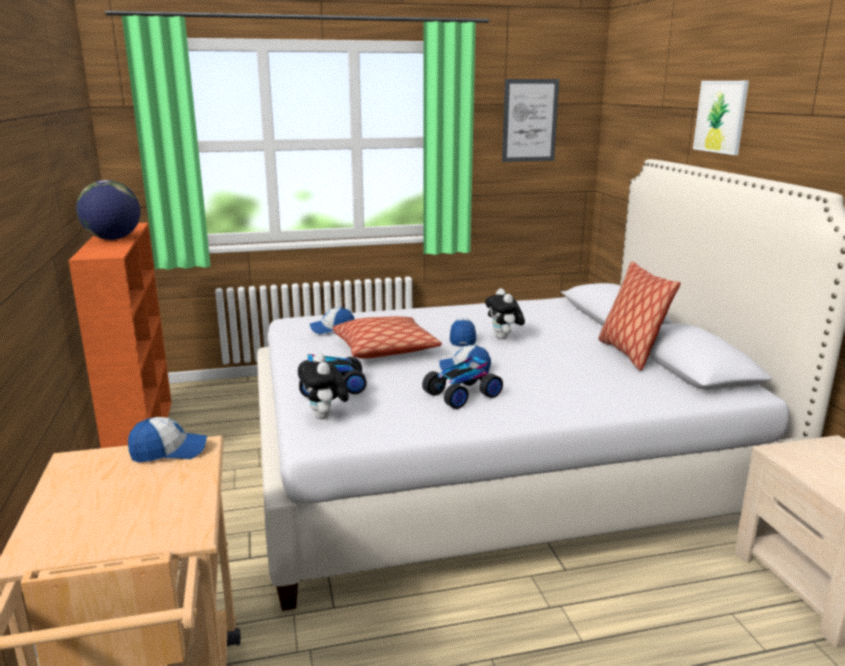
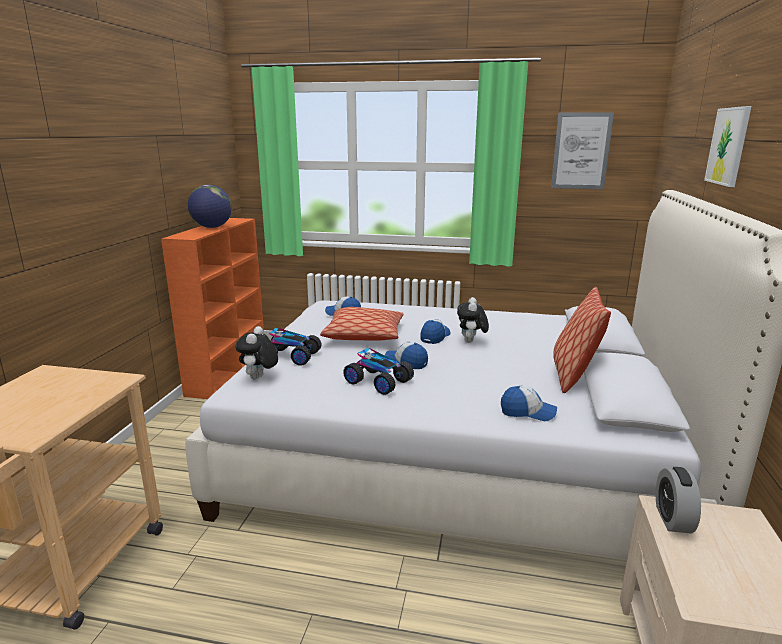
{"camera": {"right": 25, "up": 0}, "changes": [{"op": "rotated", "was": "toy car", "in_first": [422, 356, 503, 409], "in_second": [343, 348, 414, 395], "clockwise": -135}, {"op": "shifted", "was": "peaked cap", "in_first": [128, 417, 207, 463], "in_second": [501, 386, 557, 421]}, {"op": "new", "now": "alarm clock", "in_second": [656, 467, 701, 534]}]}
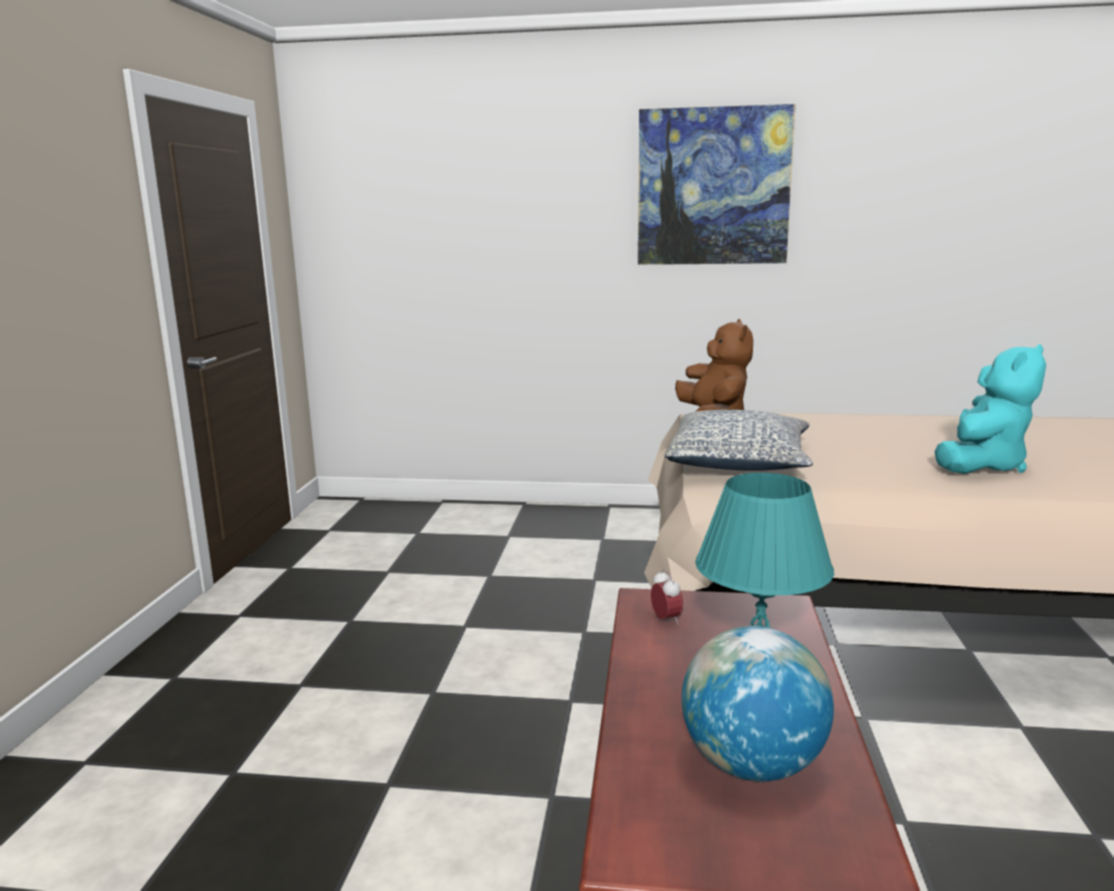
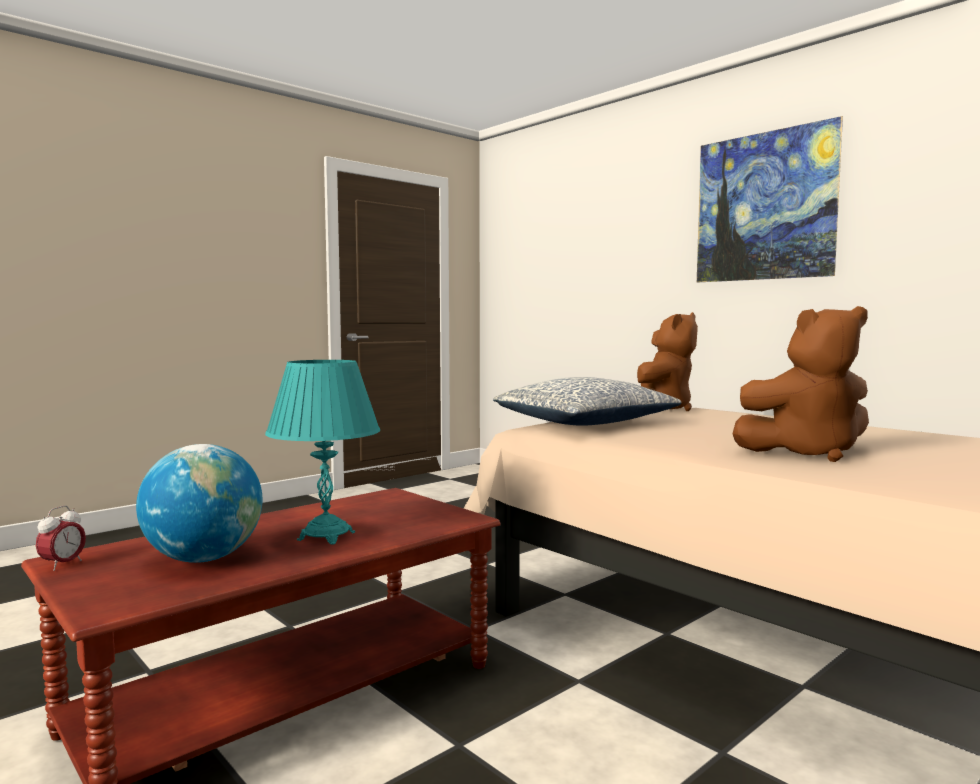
{"camera": {"right": 40, "up": -10}, "changes": [{"op": "shifted", "was": "alarm clock", "in_first": [651, 569, 683, 625], "in_second": [36, 506, 86, 571]}, {"op": "repainted", "was": "soft toy (turquoise)", "now": "soft toy (brown-coloured)", "in_first": [935, 344, 1046, 474], "in_second": [732, 306, 869, 462]}]}
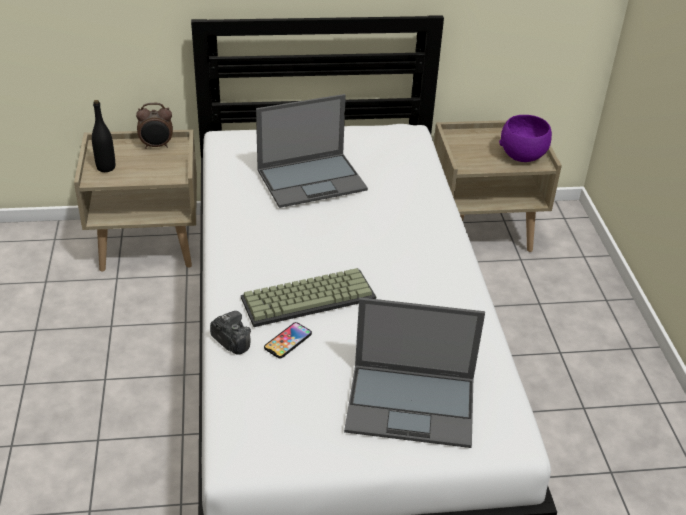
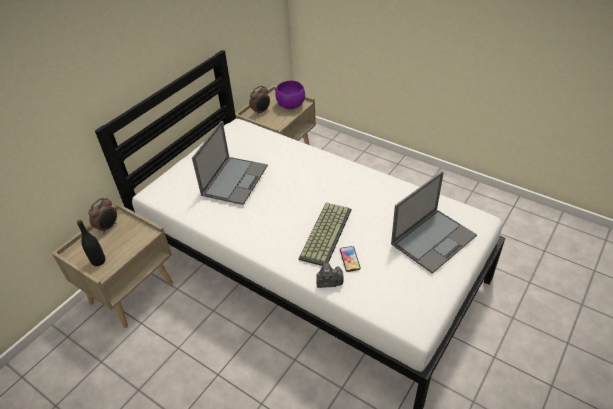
{"camera": {"right": -45, "up": 5}, "changes": [{"op": "new", "now": "alarm clock", "in_second": [249, 85, 270, 115]}]}
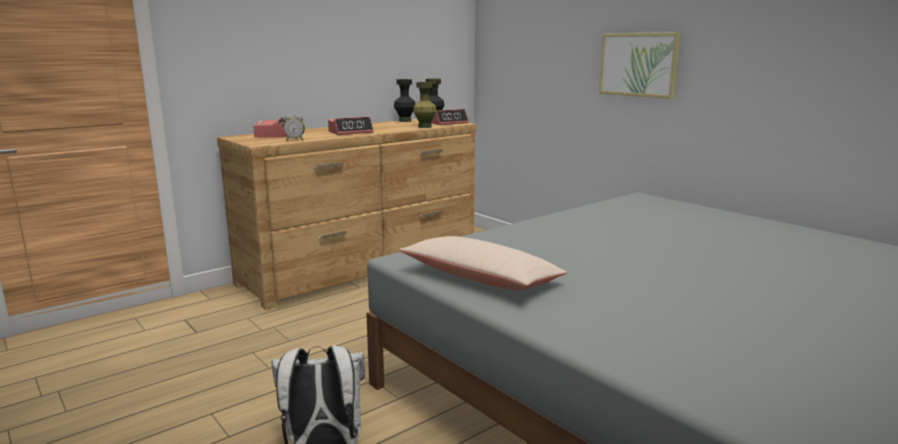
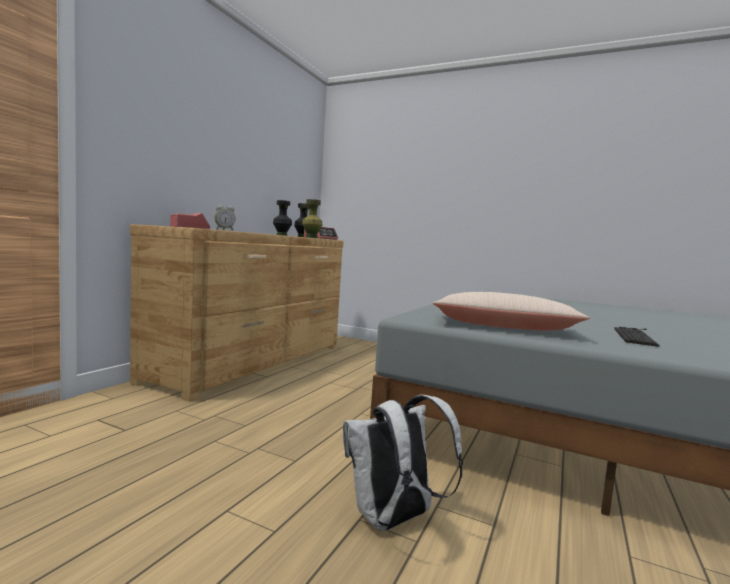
{"camera": {"right": -25, "up": -10}, "changes": [{"op": "new", "now": "computer keyboard", "in_second": [615, 327, 659, 347]}, {"op": "gone", "was": "alarm clock", "in_first": [328, 117, 374, 135]}, {"op": "gone", "was": "wall picture", "in_first": [599, 32, 681, 99]}]}
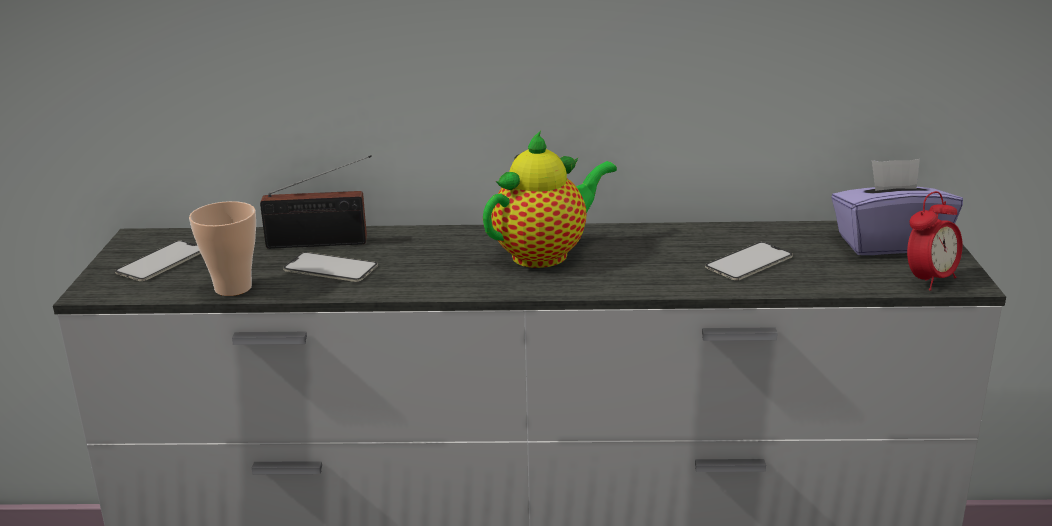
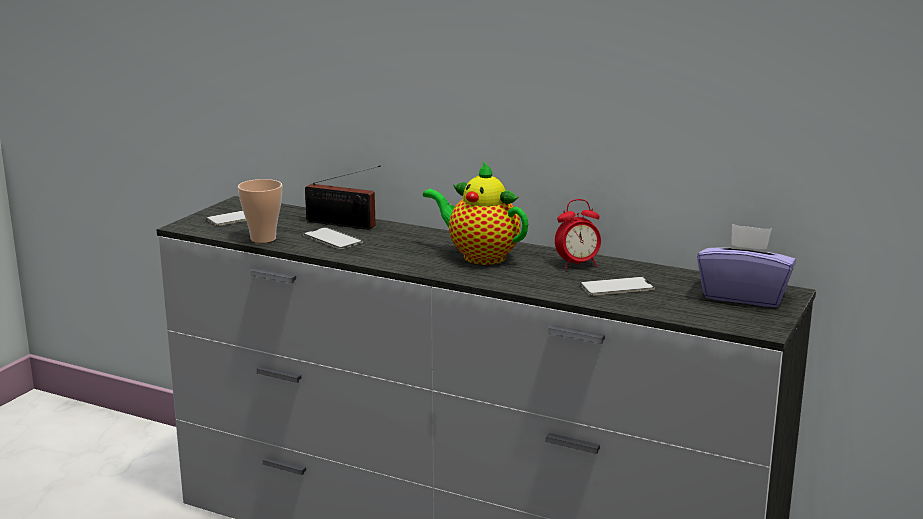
{"camera": {"right": 25, "up": -5}, "changes": [{"op": "rotated", "was": "teapot", "in_first": [483, 130, 617, 268], "in_second": [423, 161, 528, 265], "clockwise": -135}, {"op": "shifted", "was": "alarm clock", "in_first": [907, 191, 963, 291], "in_second": [555, 199, 601, 269]}]}
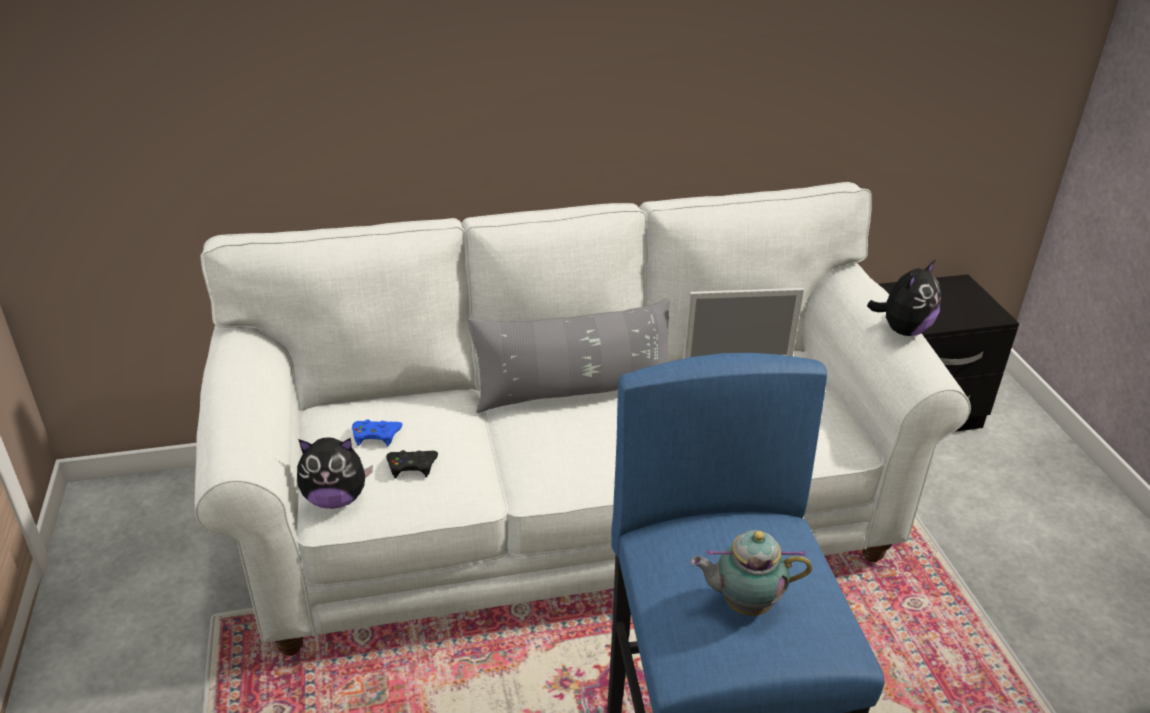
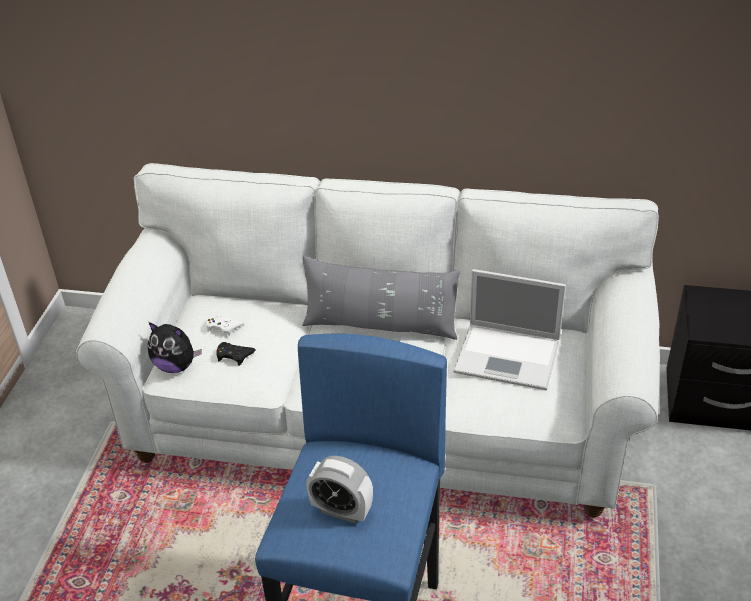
{"camera": {"right": 25, "up": 5}, "changes": [{"op": "repainted", "was": "game controller (bluish)", "now": "game controller (white)", "in_first": [352, 419, 402, 446], "in_second": [206, 313, 244, 337]}, {"op": "swapped", "was": "teapot", "now": "alarm clock", "in_first": [691, 530, 812, 616], "in_second": [306, 456, 373, 523]}, {"op": "gone", "was": "soft toy", "in_first": [867, 259, 941, 336]}]}
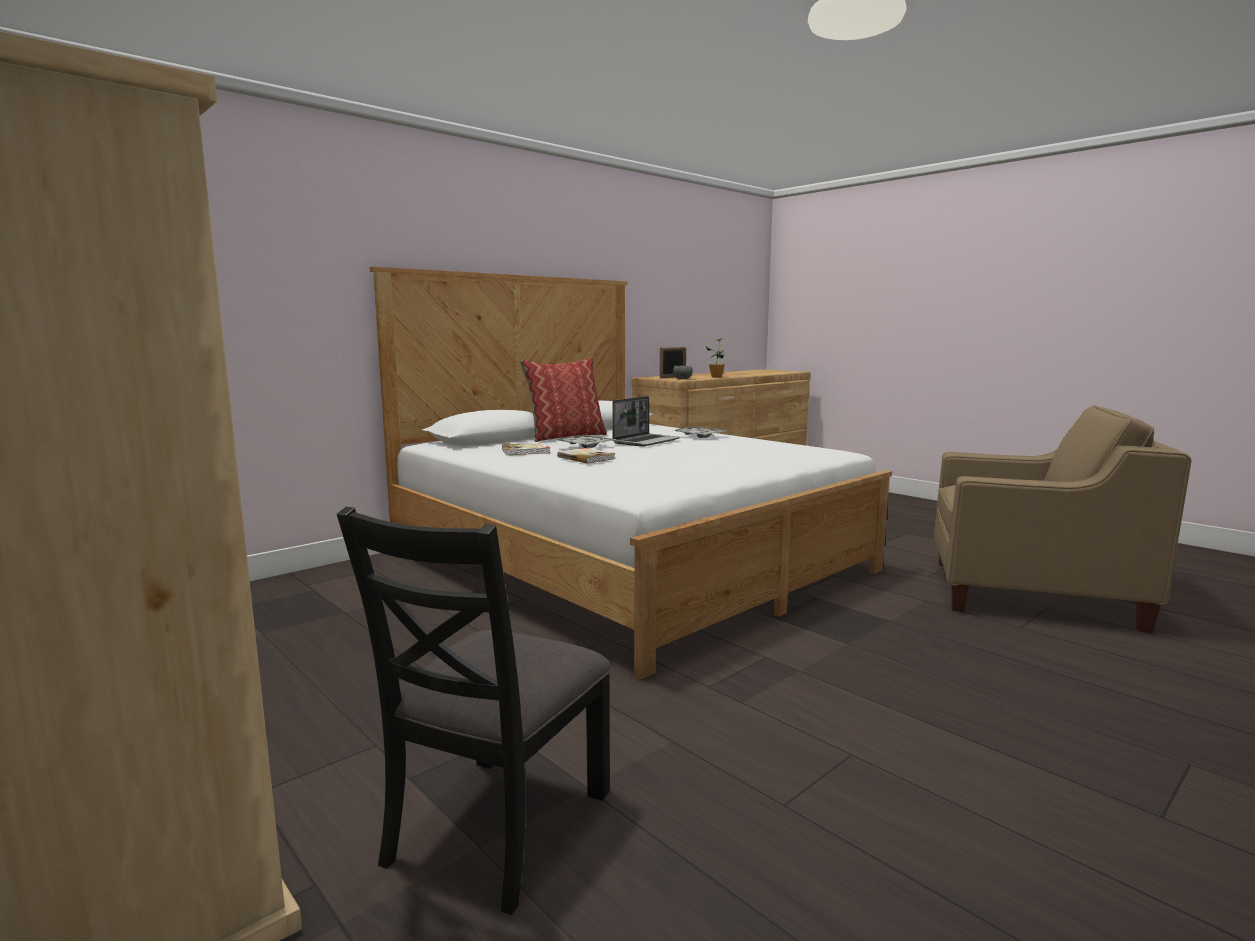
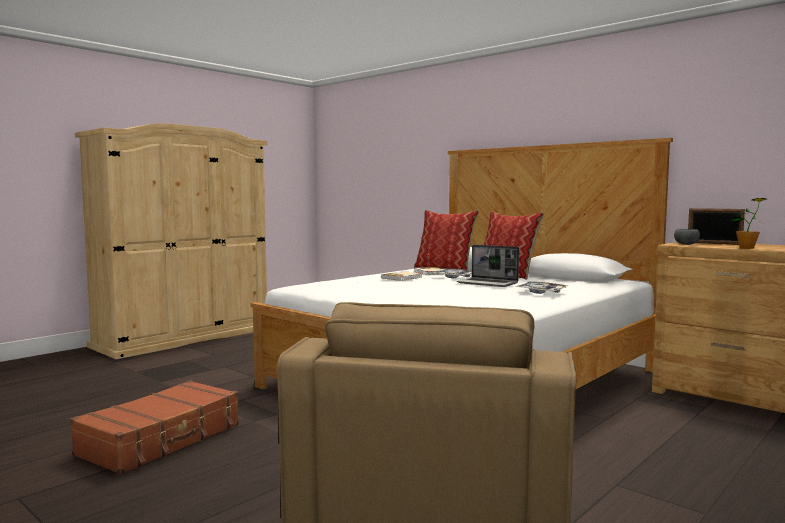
{"camera": {"right": 85, "up": -5}, "changes": [{"op": "new", "now": "travel case (brown-coloured)", "in_second": [70, 380, 239, 475]}, {"op": "new", "now": "cushion", "in_second": [414, 210, 479, 270]}, {"op": "gone", "was": "upright chair (black-coloured)", "in_first": [337, 507, 612, 915]}]}
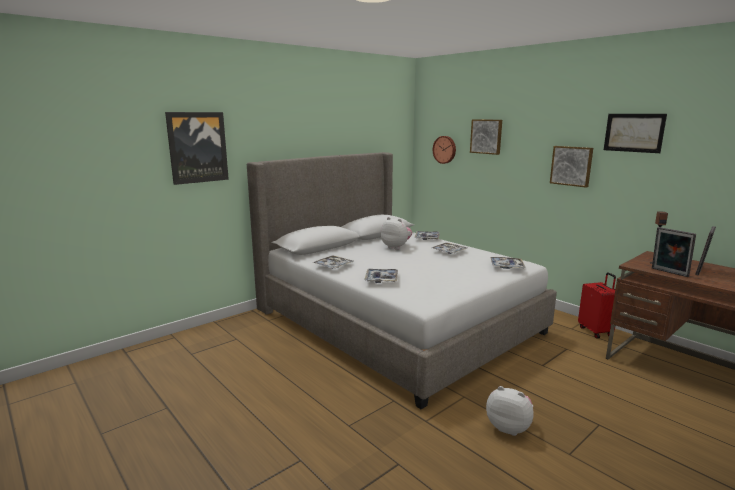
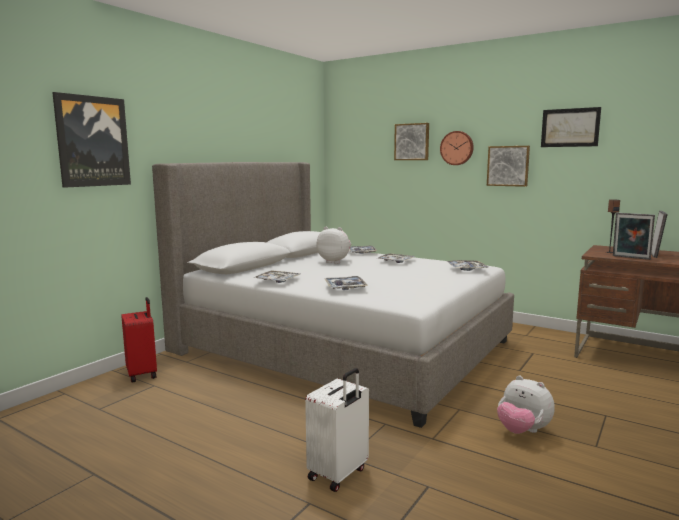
{"camera": {"right": -15, "up": -5}, "changes": [{"op": "shifted", "was": "travel case (reddish)", "in_first": [578, 272, 616, 338], "in_second": [121, 297, 157, 383]}, {"op": "new", "now": "travel case (white)", "in_second": [305, 368, 369, 492]}, {"op": "shifted", "was": "wall clock", "in_first": [433, 136, 456, 164], "in_second": [440, 131, 474, 165]}, {"op": "rotated", "was": "soft toy", "in_first": [486, 386, 534, 436], "in_second": [497, 375, 555, 434], "clockwise": -150}]}
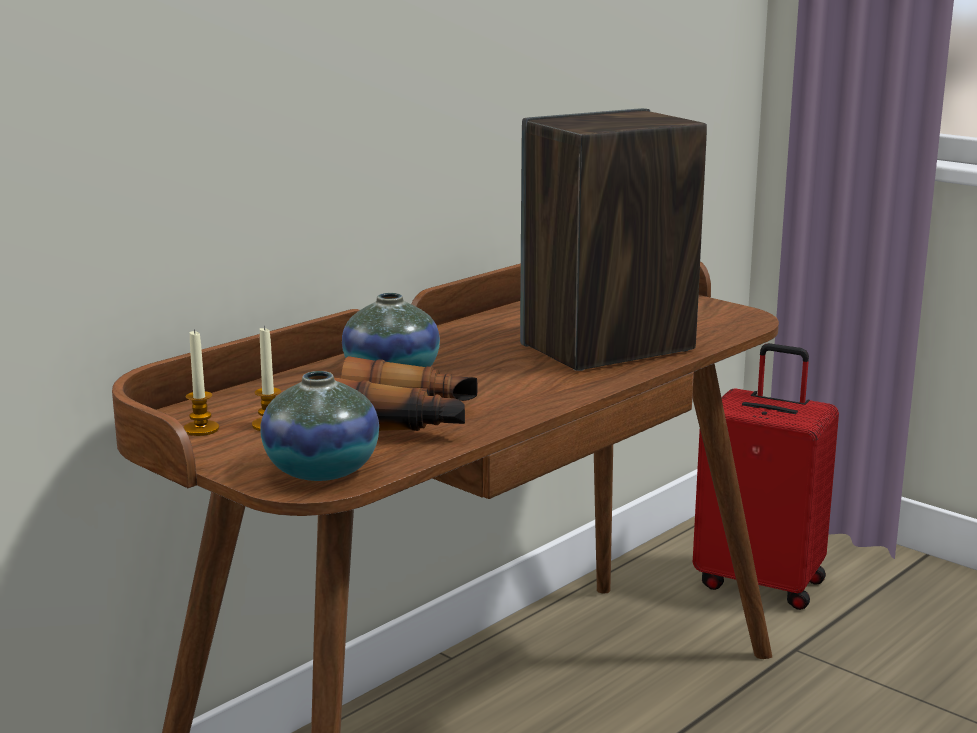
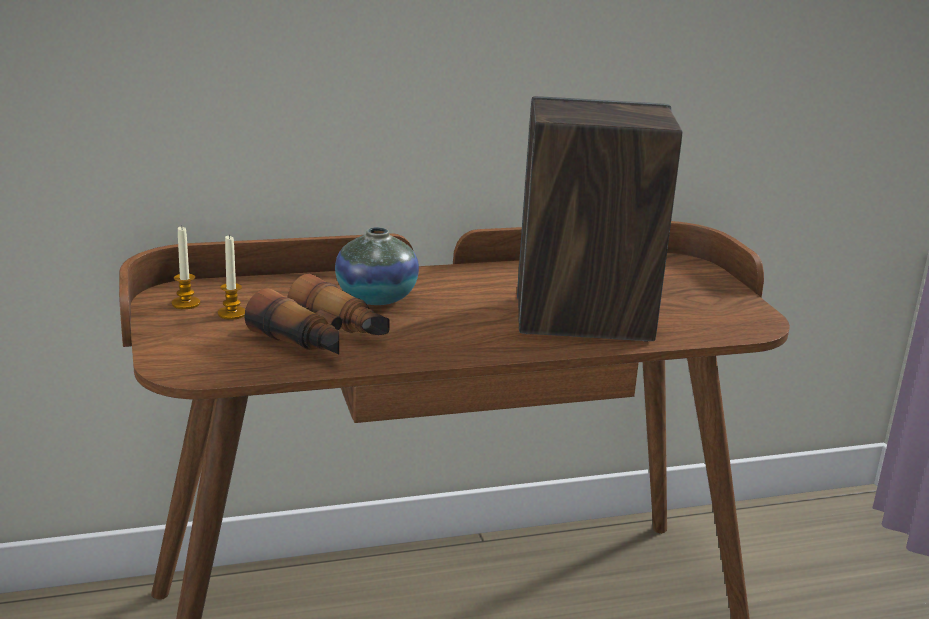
{"camera": {"right": 30, "up": 5}, "changes": [{"op": "gone", "was": "vase", "in_first": [261, 371, 379, 481]}, {"op": "gone", "was": "travel case (reddish)", "in_first": [693, 343, 839, 610]}]}
